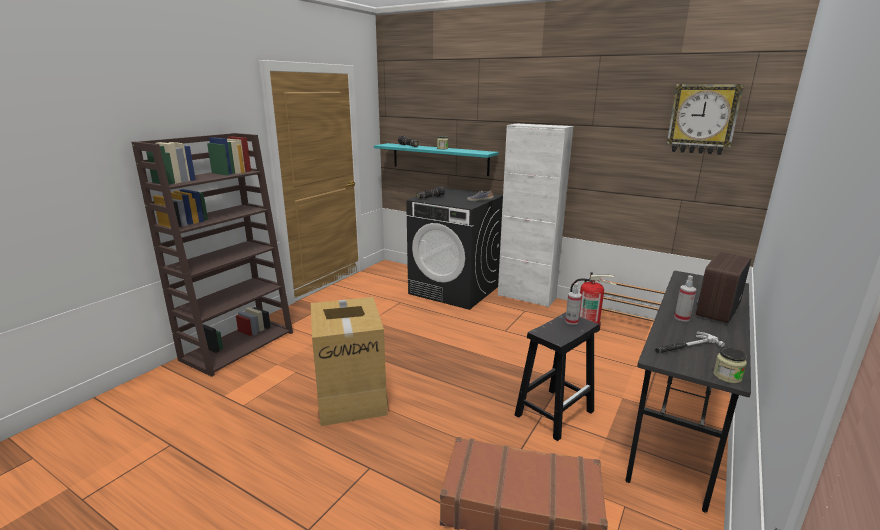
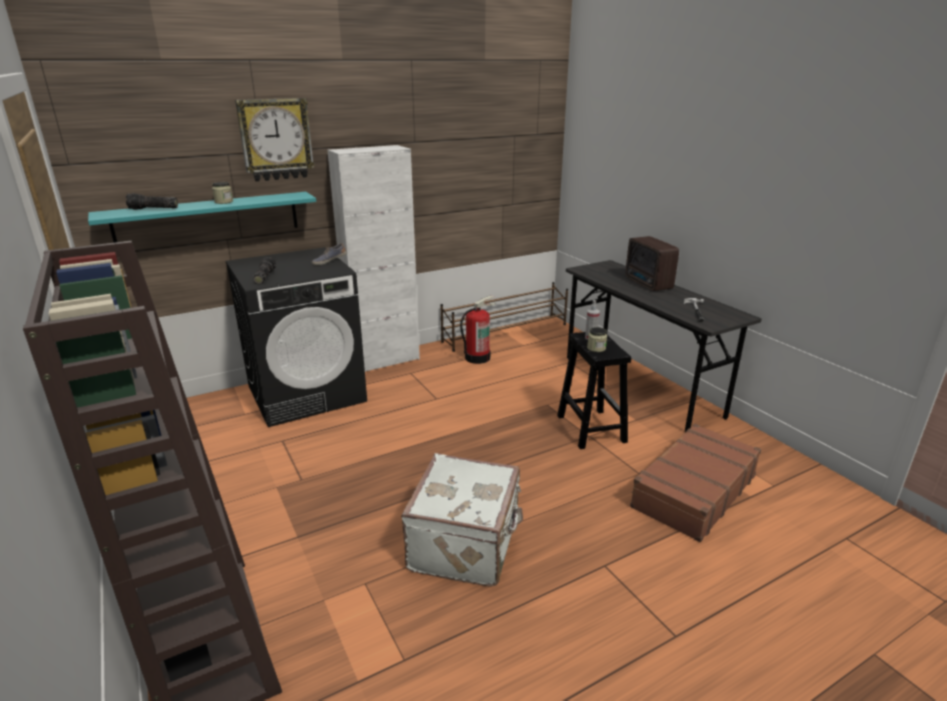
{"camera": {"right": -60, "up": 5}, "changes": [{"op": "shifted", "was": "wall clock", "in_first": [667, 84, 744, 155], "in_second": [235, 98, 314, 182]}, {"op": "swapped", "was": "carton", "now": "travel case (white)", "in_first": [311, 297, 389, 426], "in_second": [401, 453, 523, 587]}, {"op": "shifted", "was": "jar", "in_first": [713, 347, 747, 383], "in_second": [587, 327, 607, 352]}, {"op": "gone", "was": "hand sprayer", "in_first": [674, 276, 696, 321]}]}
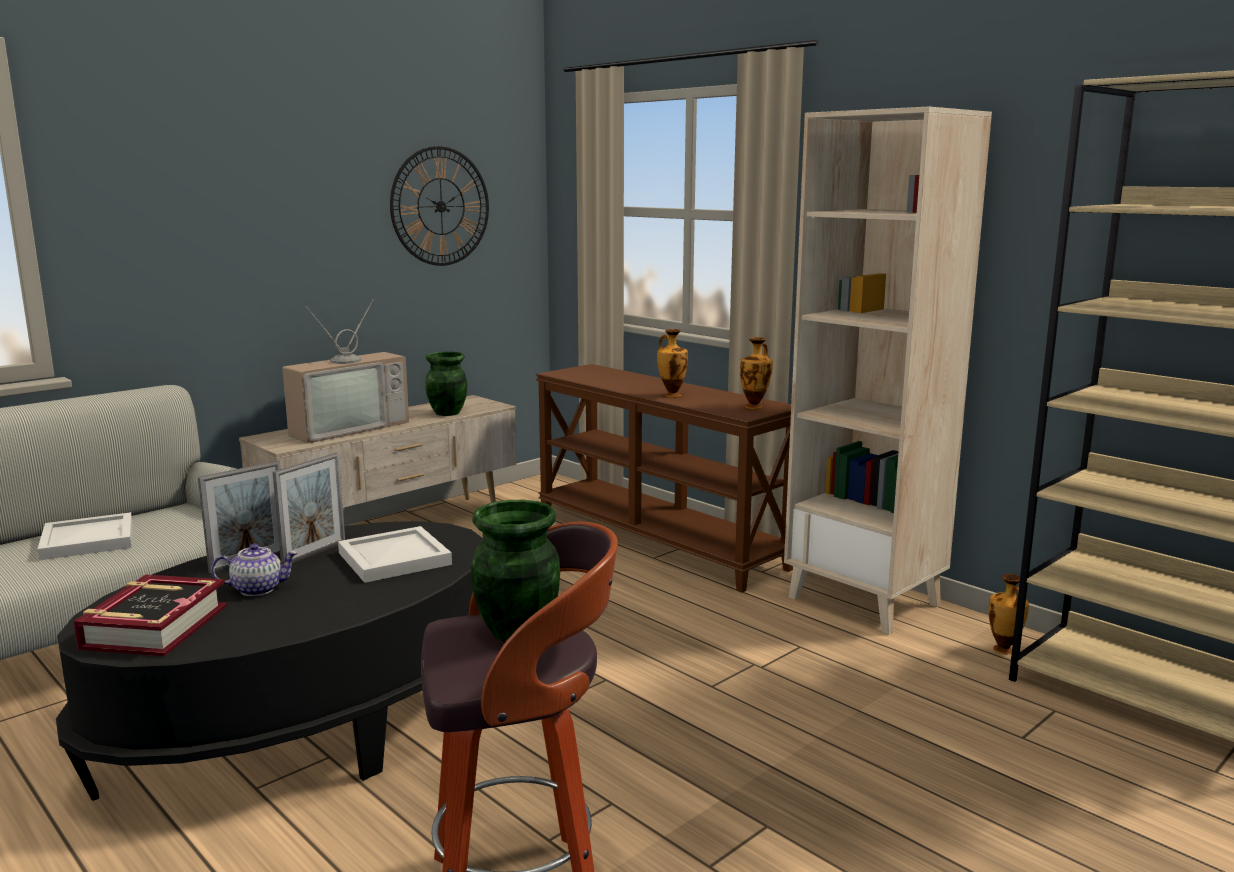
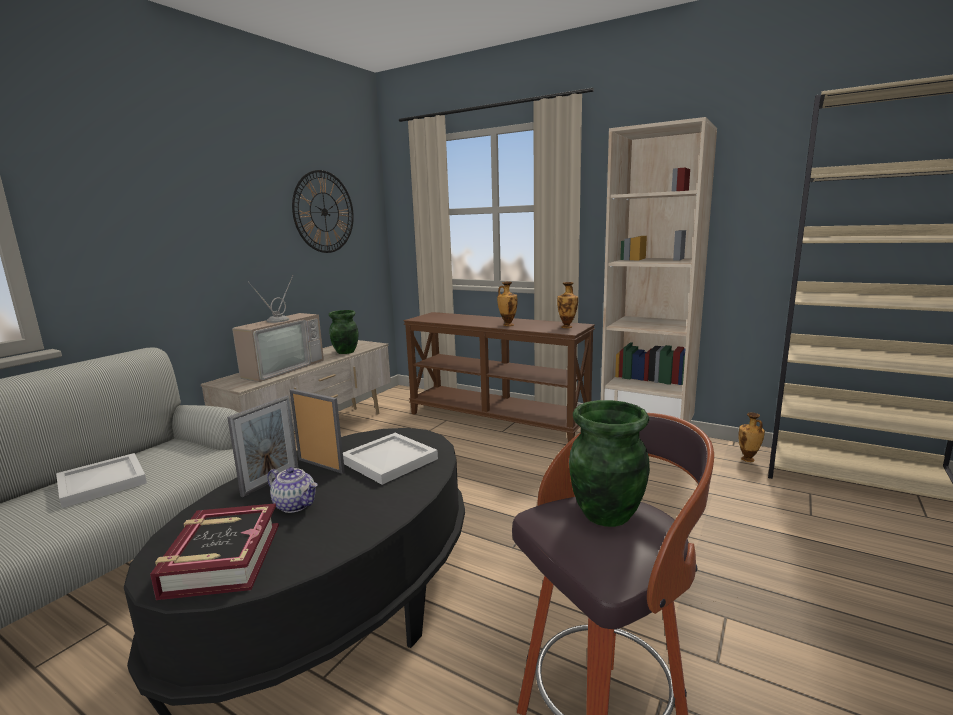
{"camera": {"right": -15, "up": 0}, "changes": [{"op": "rotated", "was": "teapot", "in_first": [211, 543, 298, 596], "in_second": [267, 467, 318, 513], "clockwise": 60}, {"op": "rotated", "was": "standing frame", "in_first": [273, 453, 345, 563], "in_second": [290, 389, 345, 474], "clockwise": -75}]}
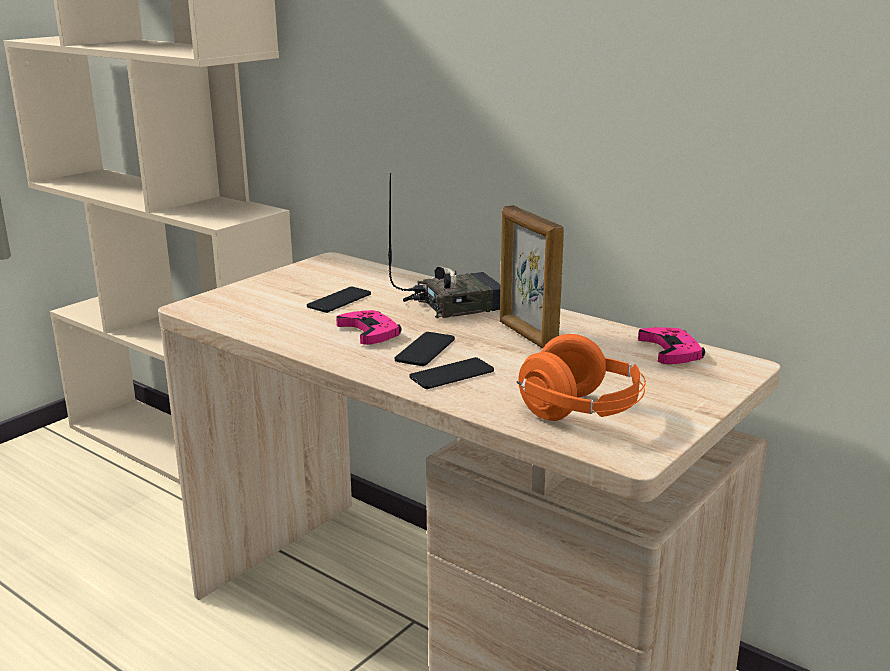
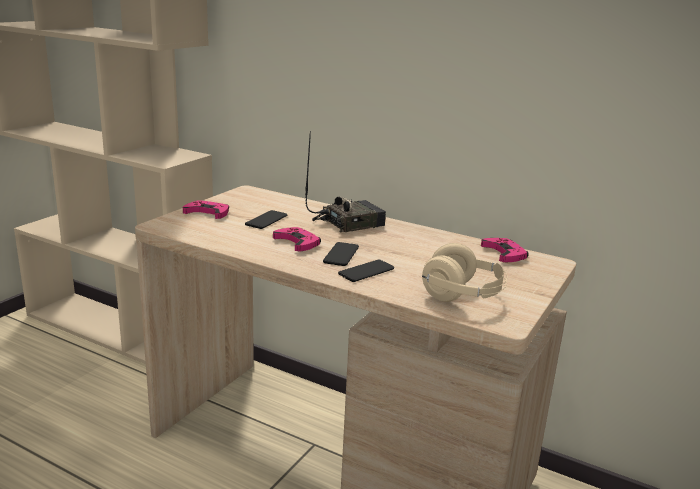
{"camera": {"right": -10, "up": 0}, "changes": [{"op": "new", "now": "game controller (pinkish)", "in_second": [183, 200, 229, 219]}, {"op": "repainted", "was": "pair of headphones (orange)", "now": "pair of headphones (sand-coloured)", "in_first": [517, 334, 646, 421], "in_second": [422, 243, 508, 302]}, {"op": "gone", "was": "standing frame", "in_first": [500, 205, 564, 348]}]}
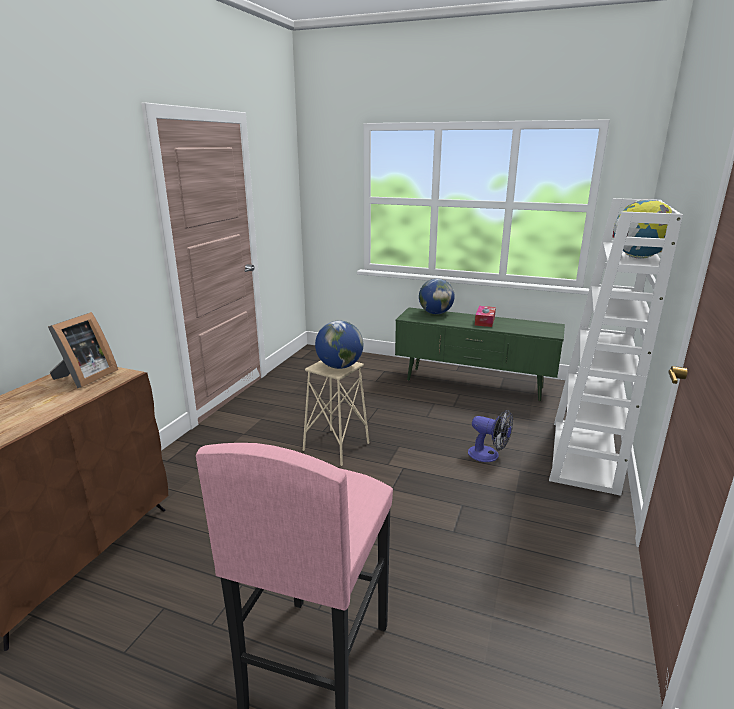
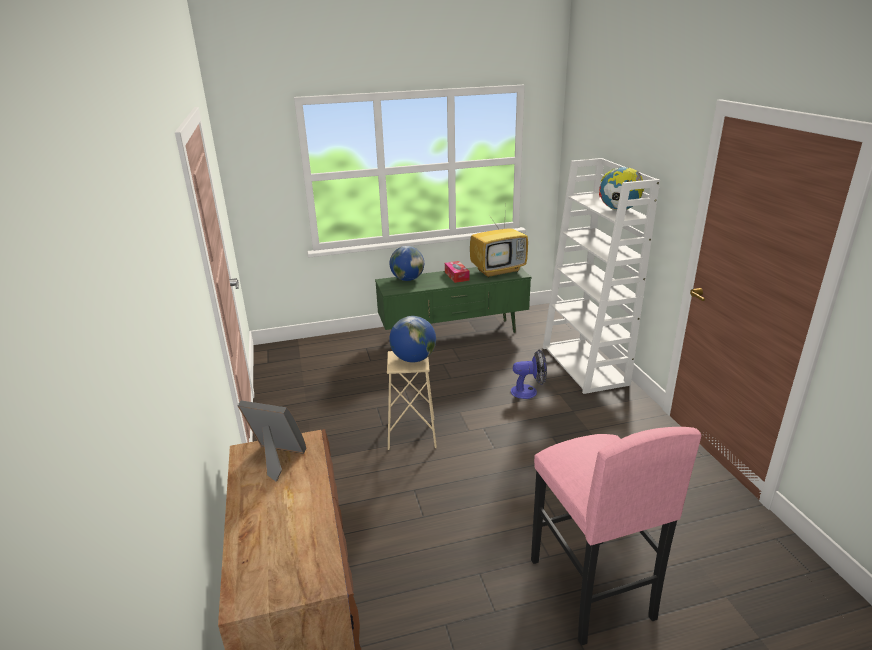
{"camera": {"right": -35, "up": 5}, "changes": [{"op": "rotated", "was": "standing frame", "in_first": [48, 312, 118, 388], "in_second": [238, 400, 306, 482], "clockwise": -60}, {"op": "new", "now": "television", "in_second": [470, 212, 528, 278]}]}
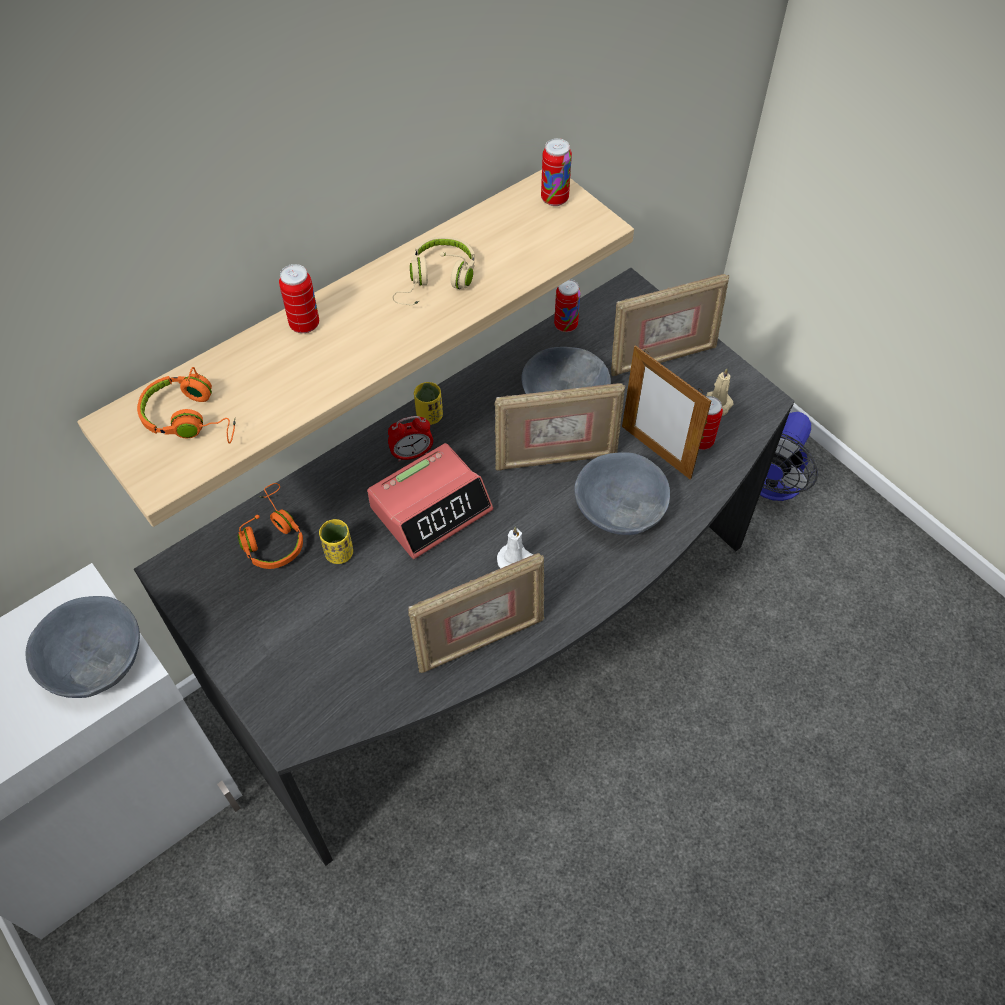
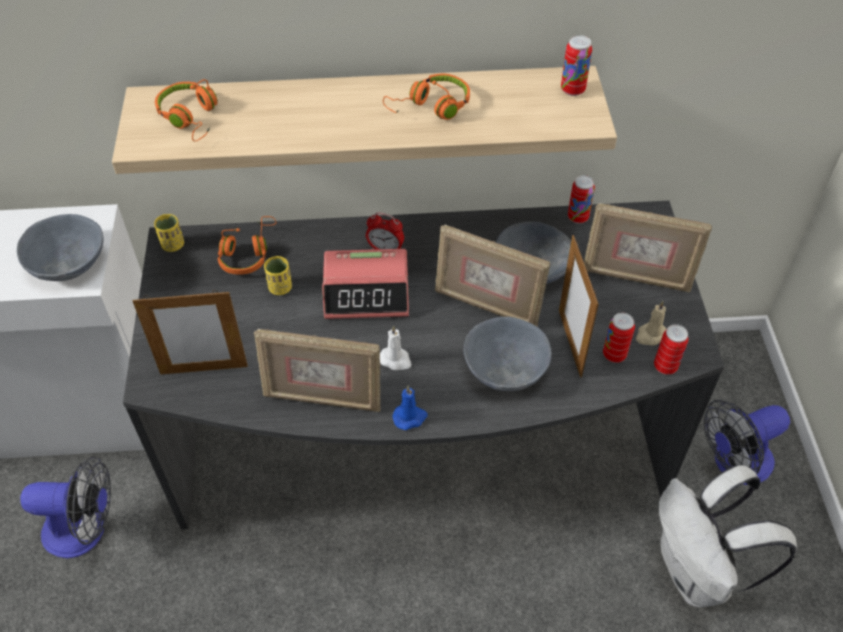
{"camera": {"right": 35, "up": -5}, "changes": [{"op": "new", "now": "fan", "in_second": [20, 456, 111, 558]}, {"op": "new", "now": "standing frame", "in_second": [132, 290, 248, 374]}, {"op": "shifted", "was": "drinking cup (yellowish)", "in_first": [414, 382, 443, 425], "in_second": [154, 214, 184, 252]}, {"op": "repainted", "was": "pair of headphones (sand-coloured)", "now": "pair of headphones (orange)", "in_first": [393, 237, 475, 305], "in_second": [383, 74, 470, 120]}, {"op": "new", "now": "candle (bluish)", "in_second": [392, 385, 428, 430]}, {"op": "shifted", "was": "metal can", "in_first": [279, 264, 319, 333], "in_second": [654, 324, 689, 375]}, {"op": "new", "now": "backpack (white)", "in_second": [658, 464, 797, 607]}]}
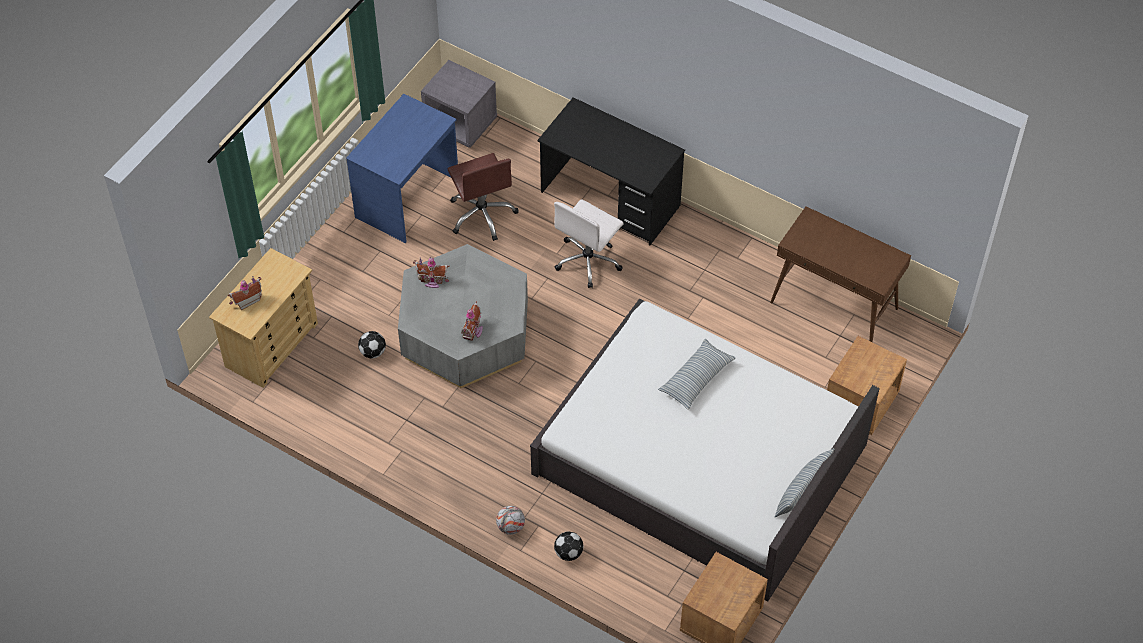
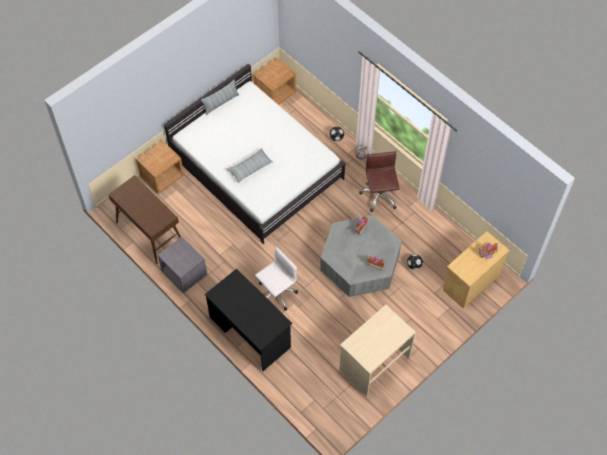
{"camera": {"right": -165, "up": 5}, "changes": [{"op": "shifted", "was": "bedside table (grey)", "in_first": [421, 60, 497, 148], "in_second": [158, 237, 207, 293]}, {"op": "repainted", "was": "desk table (bluish)", "now": "desk table (sand-coloured)", "in_first": [346, 94, 458, 243], "in_second": [339, 305, 415, 397]}, {"op": "shifted", "was": "computer chair (brown-coloured)", "in_first": [448, 153, 519, 241], "in_second": [359, 151, 400, 212]}]}
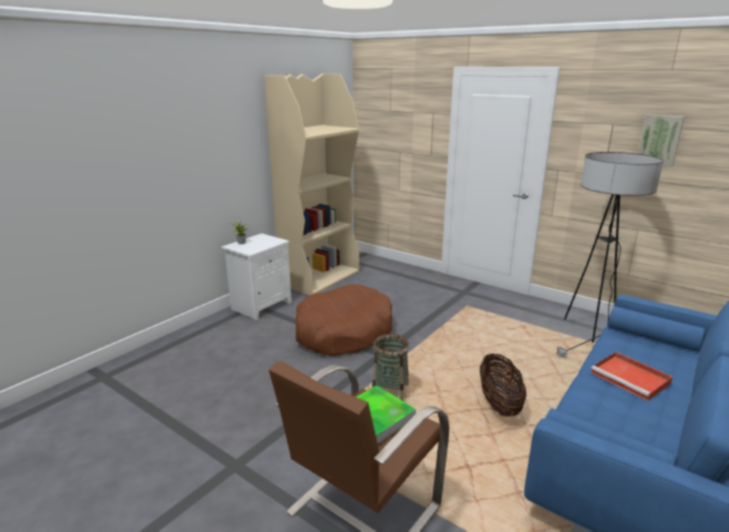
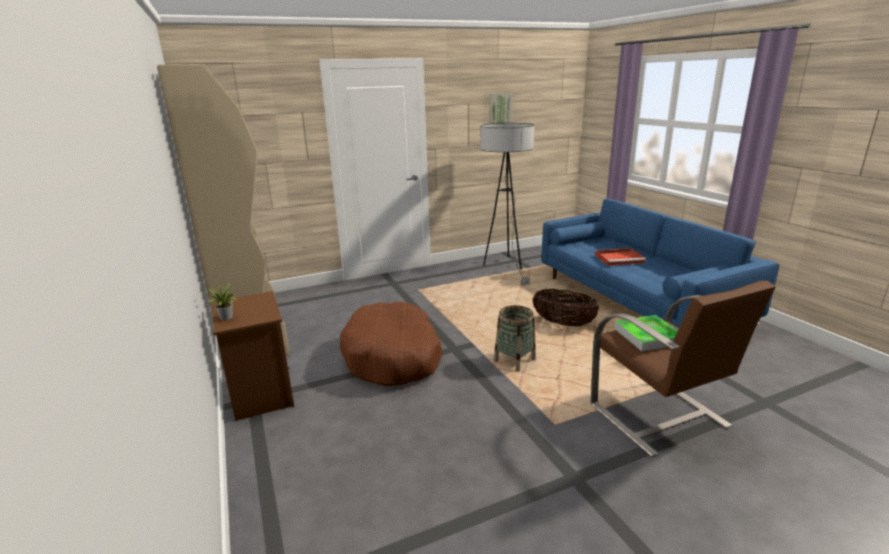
{"camera": {"right": -60, "up": 0}, "changes": [{"op": "repainted", "was": "bedside table (white)", "now": "bedside table (brown-coloured)", "in_first": [221, 233, 292, 321], "in_second": [213, 291, 294, 421]}]}
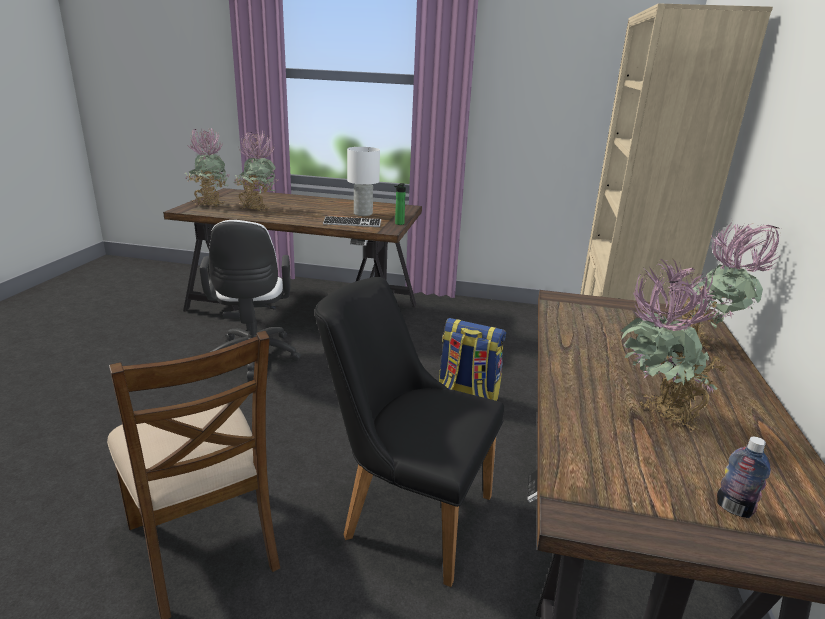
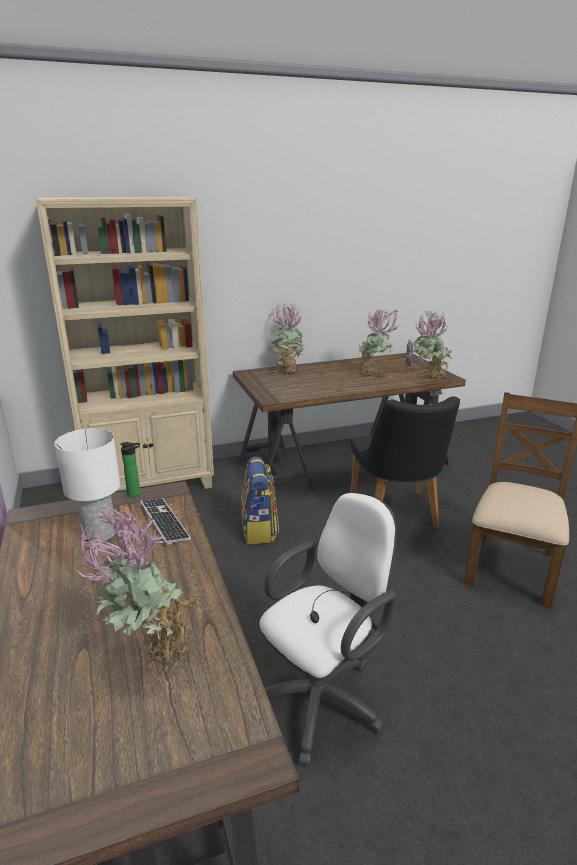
{"camera": {"right": -120, "up": 0}, "changes": [{"op": "shifted", "was": "potted plant", "in_first": [184, 127, 231, 207], "in_second": [412, 311, 453, 379]}]}
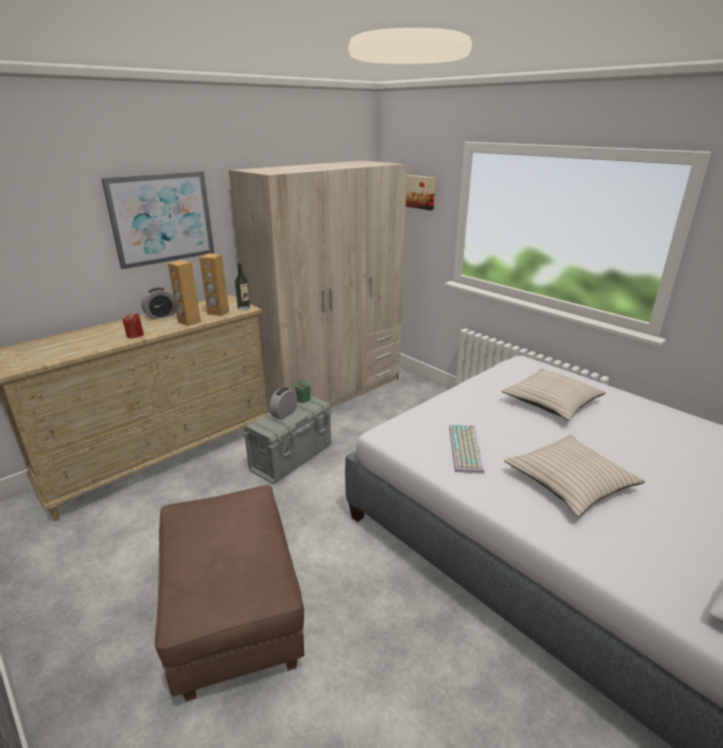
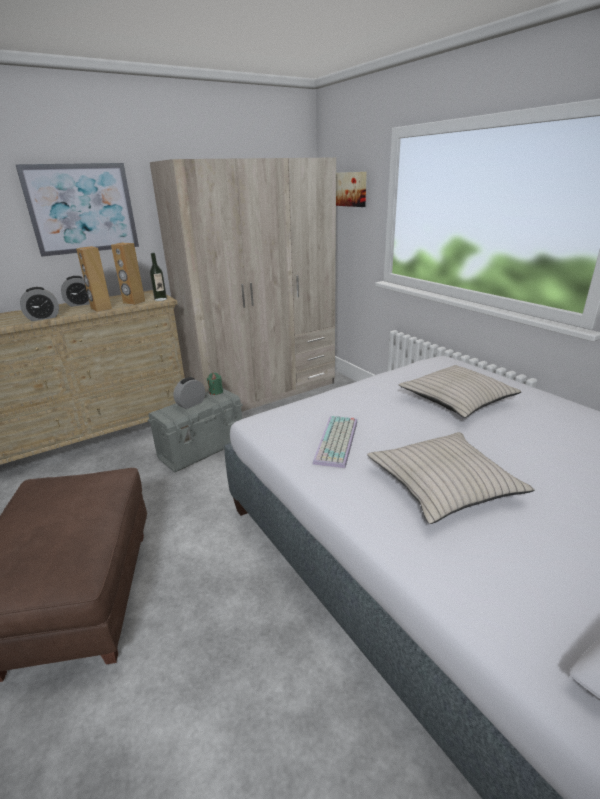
{"camera": {"right": 10, "up": 0}, "changes": [{"op": "swapped", "was": "candle (reddish)", "now": "alarm clock", "in_first": [123, 313, 144, 339], "in_second": [20, 287, 59, 321]}]}
